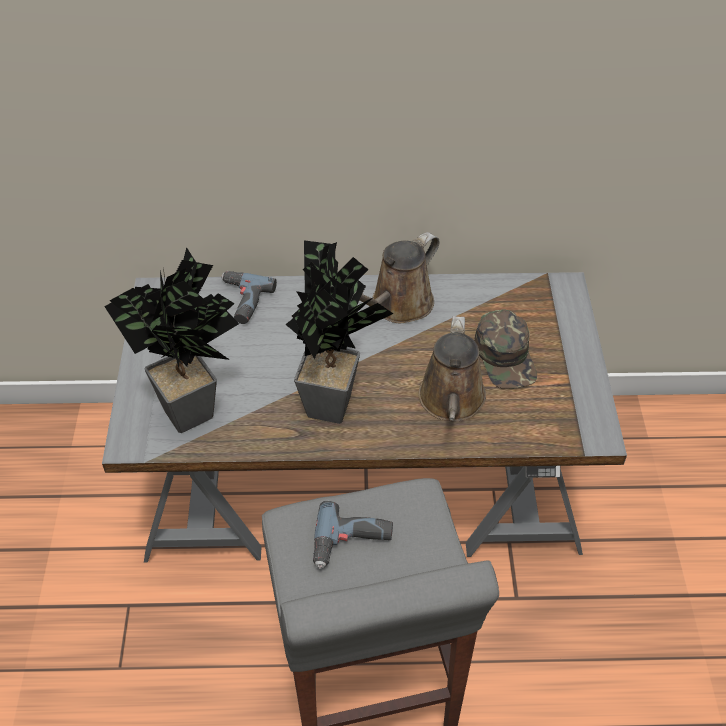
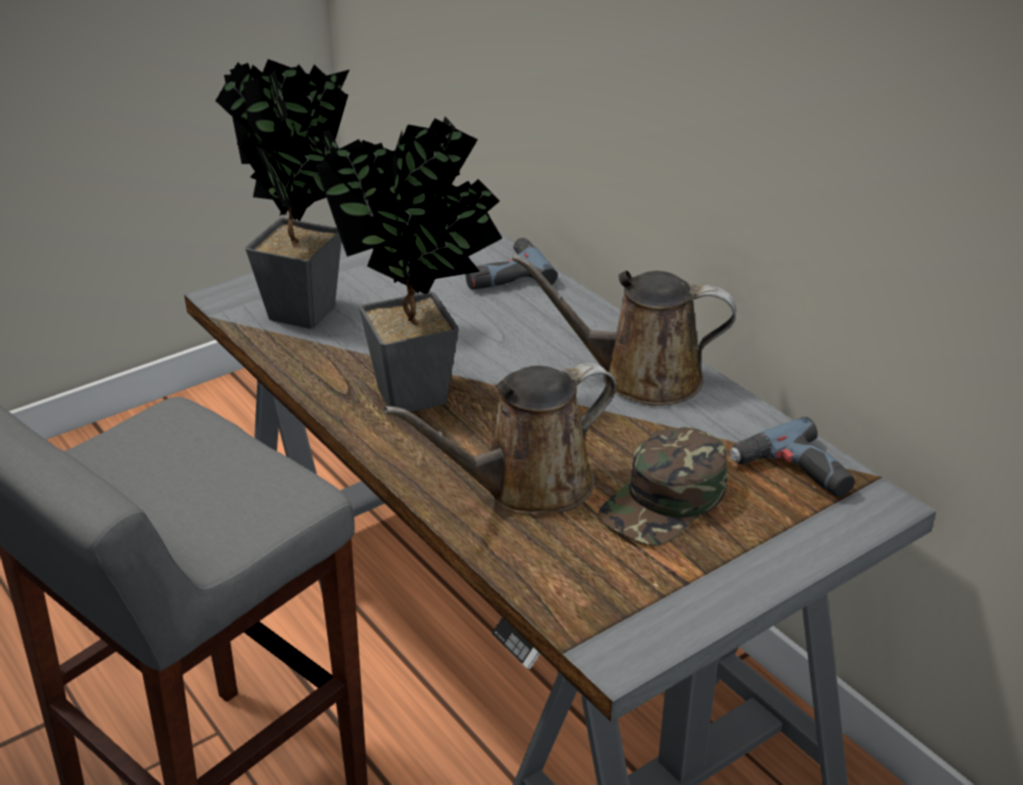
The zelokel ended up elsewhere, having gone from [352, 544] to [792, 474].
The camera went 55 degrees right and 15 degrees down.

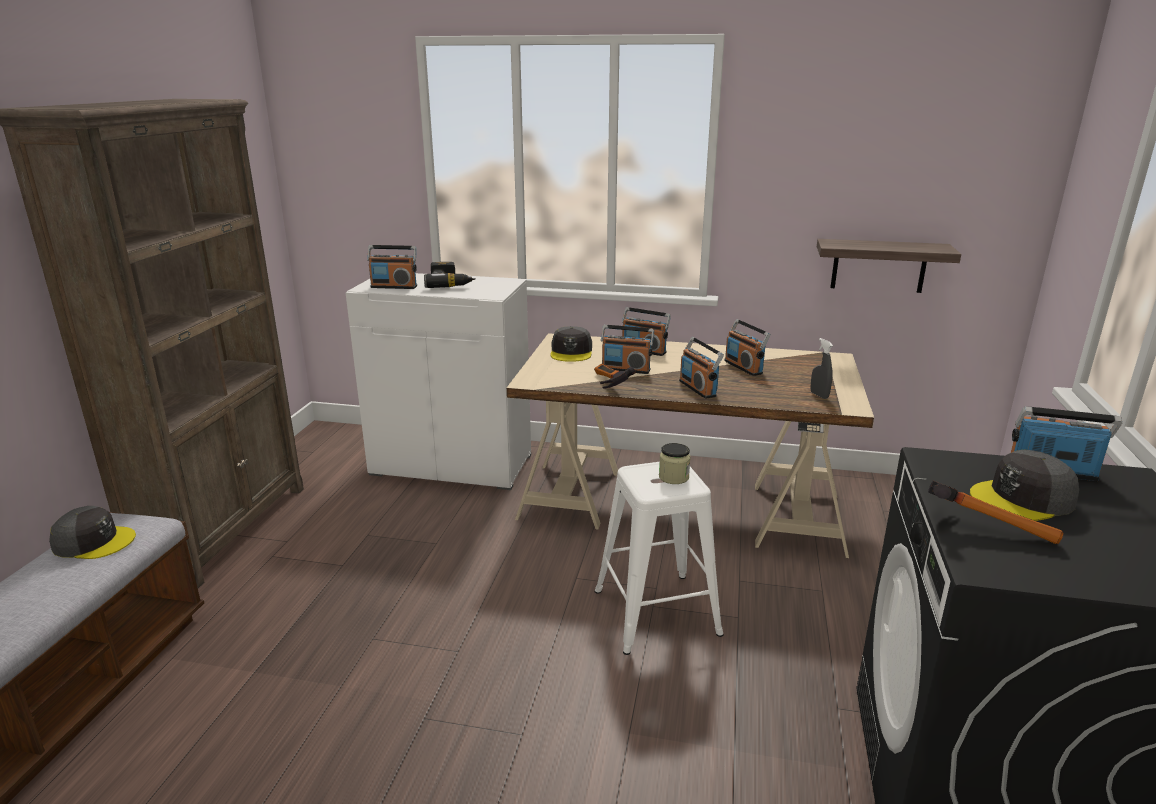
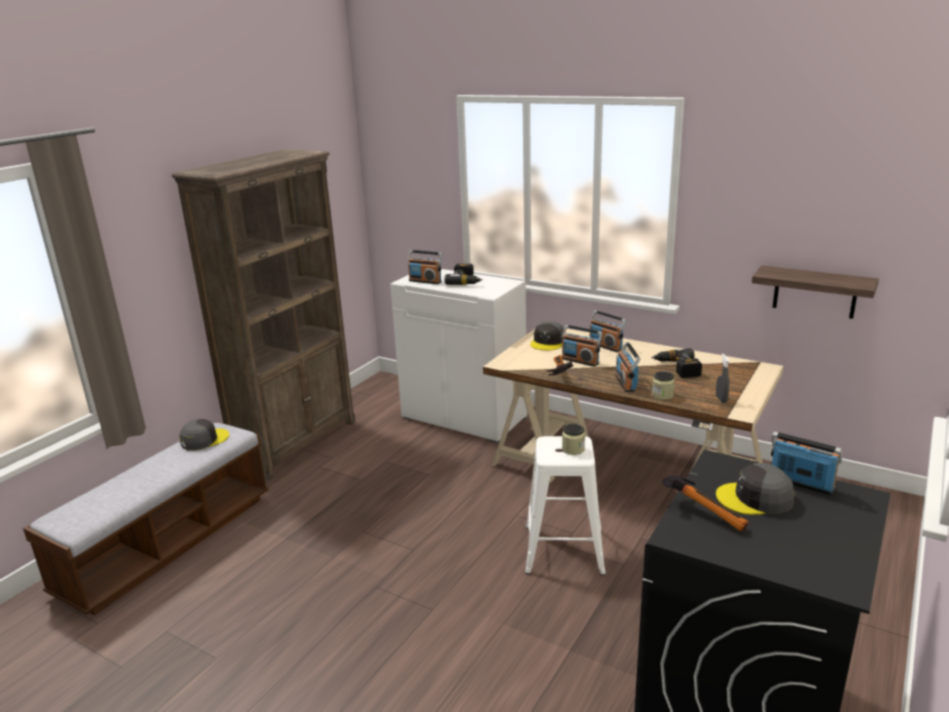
The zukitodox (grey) at [94, 542] ended up facing another way, 60 degrees counterclockwise from before.
Where the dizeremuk stood at [743, 367], the zelokel came to stand at [677, 368].
The second view gained the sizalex at [662, 395].
The camera went 20 degrees right and 0 degrees up.

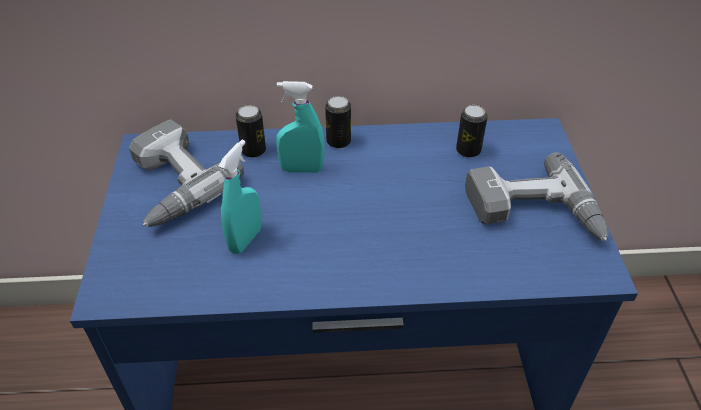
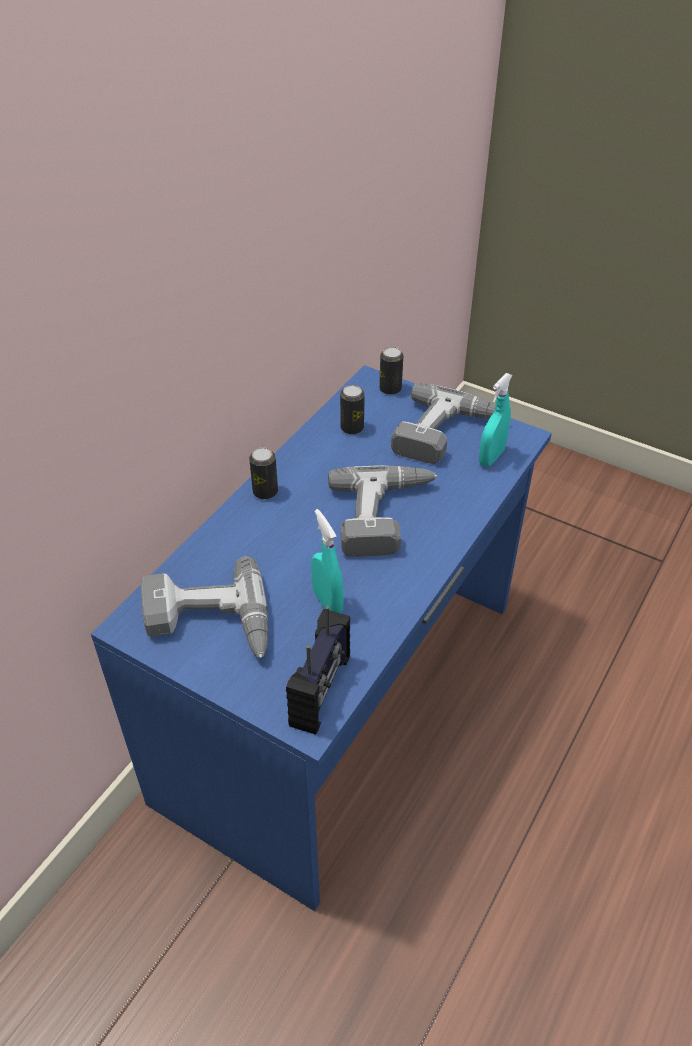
The second view gained the dizeremuk at [321, 691].
The second view gained the zelokel at [386, 516].
The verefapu ended up elsewhere, having gone from [253, 150] to [390, 389].
The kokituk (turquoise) ended up elsewhere, having gone from [302, 169] to [491, 457].
The camera went 55 degrees left and 0 degrees up.

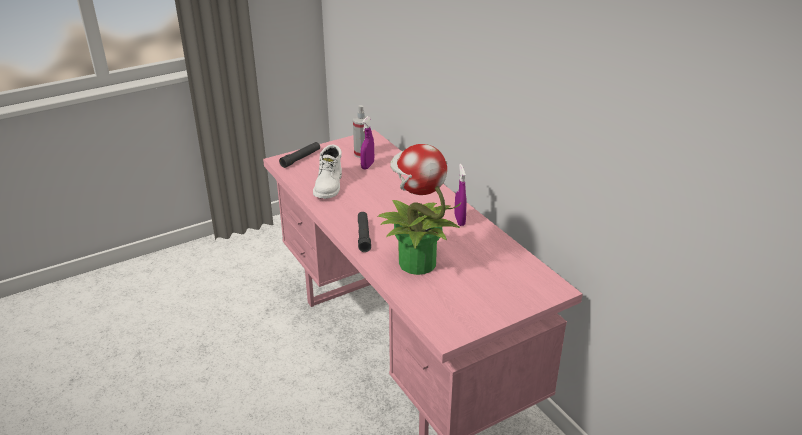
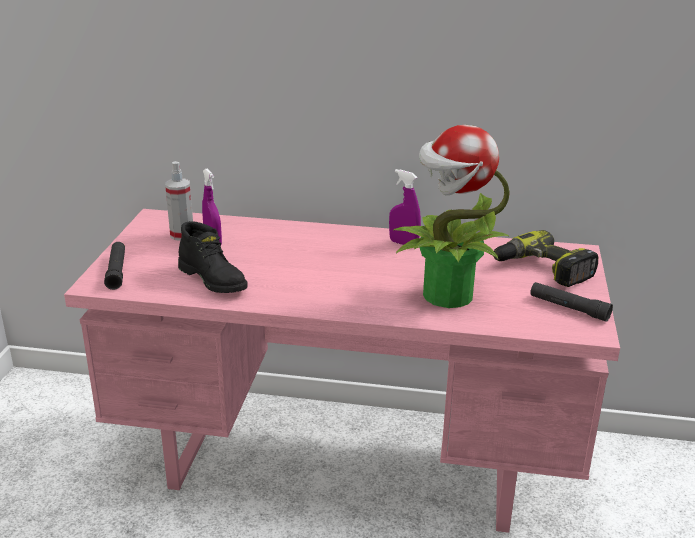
What was the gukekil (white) at [329, 186] turned into the gukekil (black) at [214, 279].
The second view gained the zelokel at [542, 270].
The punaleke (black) ended up elsewhere, having gone from [363, 235] to [568, 308].
The camera went 50 degrees left and 5 degrees down.

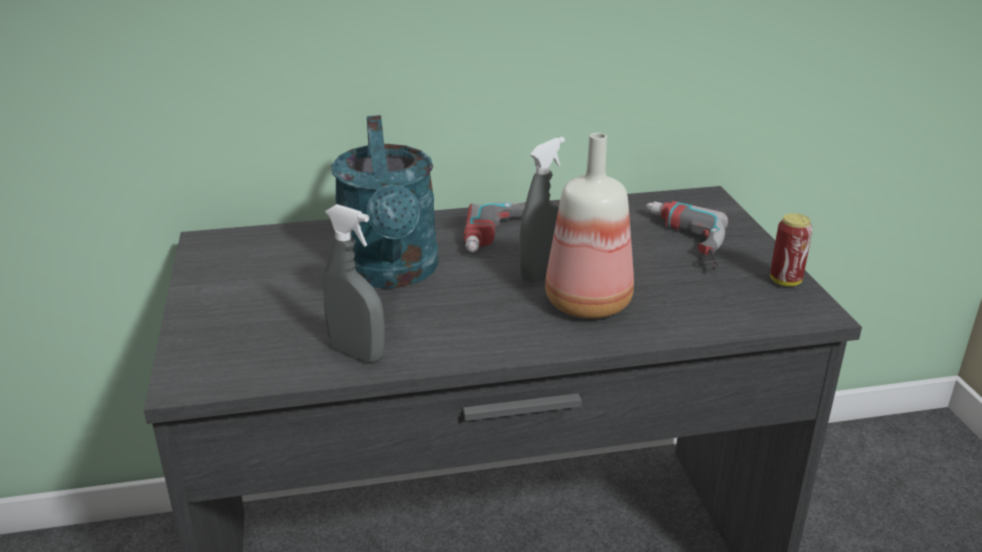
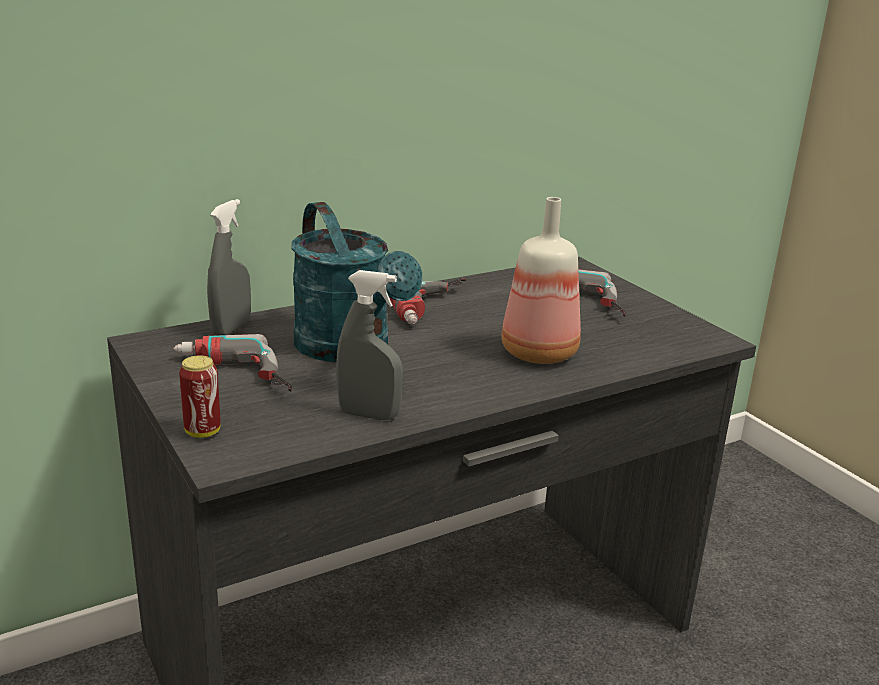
The second view gained the zelokel at [231, 376].
The verefapu ended up elsewhere, having gone from [785, 281] to [202, 432].
The kokituk (grey) ended up elsewhere, having gone from [542, 273] to [231, 328].
The camera went 20 degrees left and 5 degrees down.

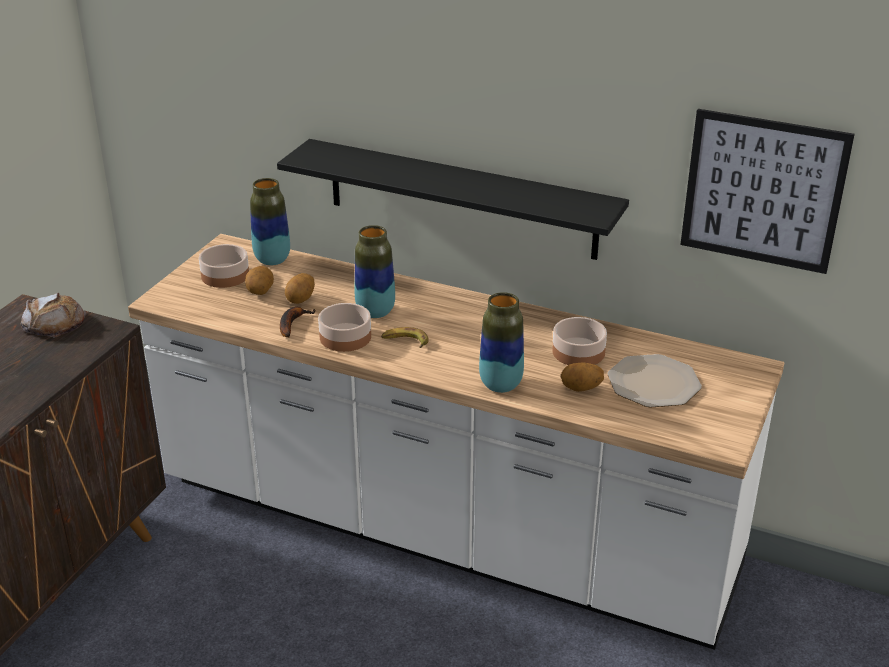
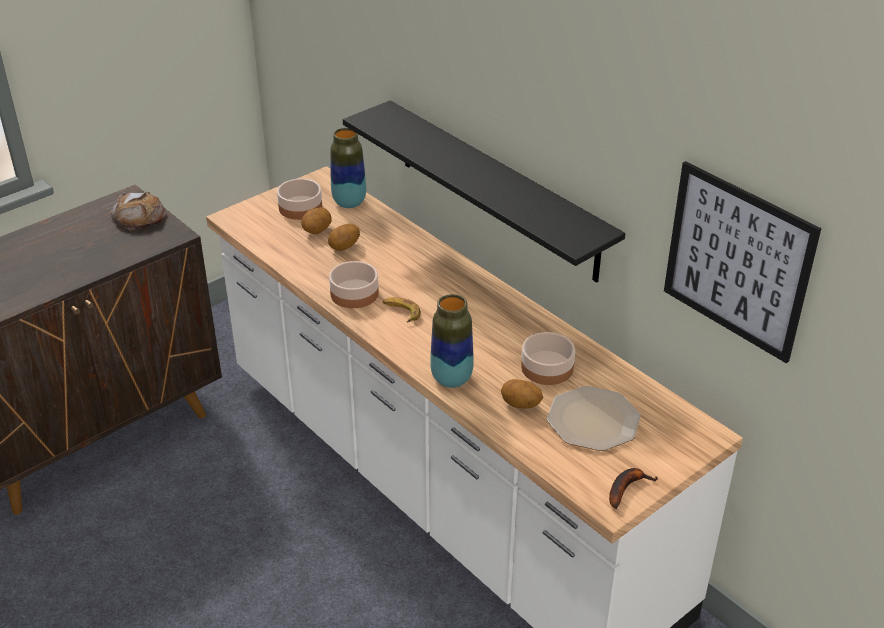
The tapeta ended up elsewhere, having gone from [292, 324] to [626, 488].
The second view lost the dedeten at [375, 312].
The camera went 25 degrees right and 5 degrees up.

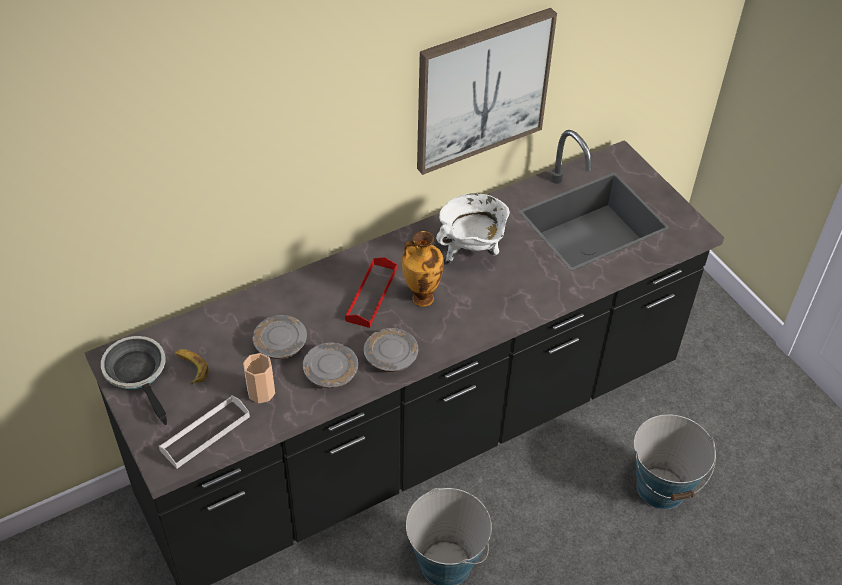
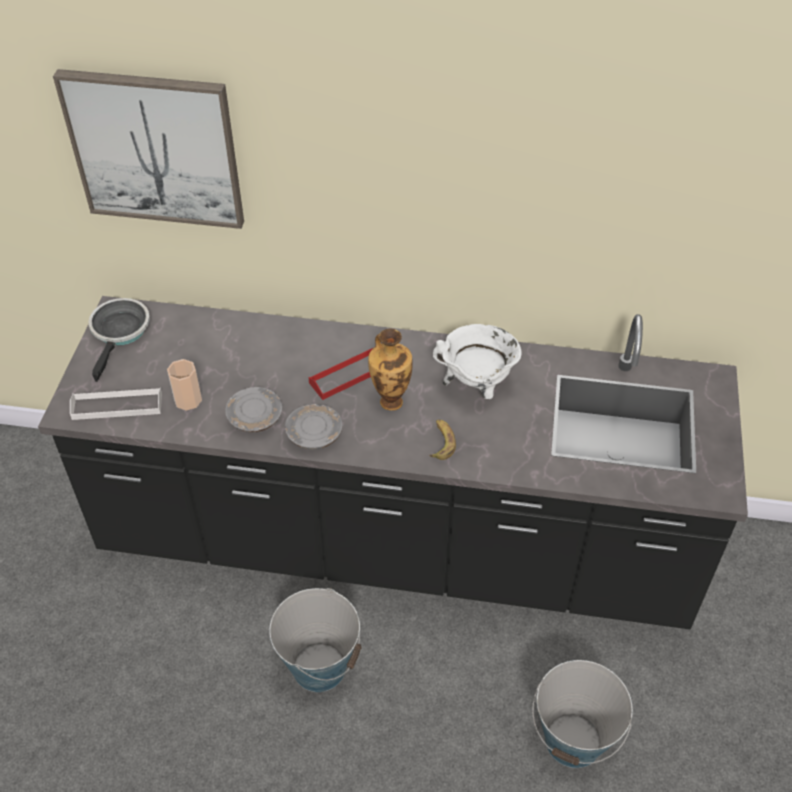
The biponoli ended up elsewhere, having gone from [482, 90] to [155, 149].
The tapeta ended up elsewhere, having gone from [190, 368] to [441, 442].
The second view lost the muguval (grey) at [280, 344].
The camera went 40 degrees right and 0 degrees up.

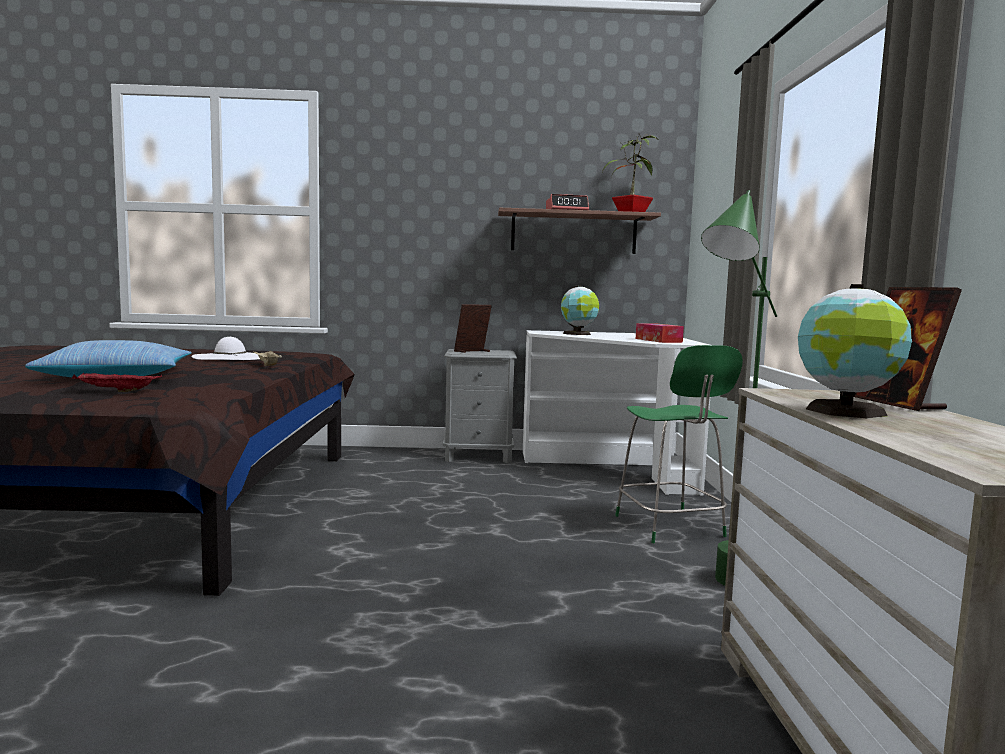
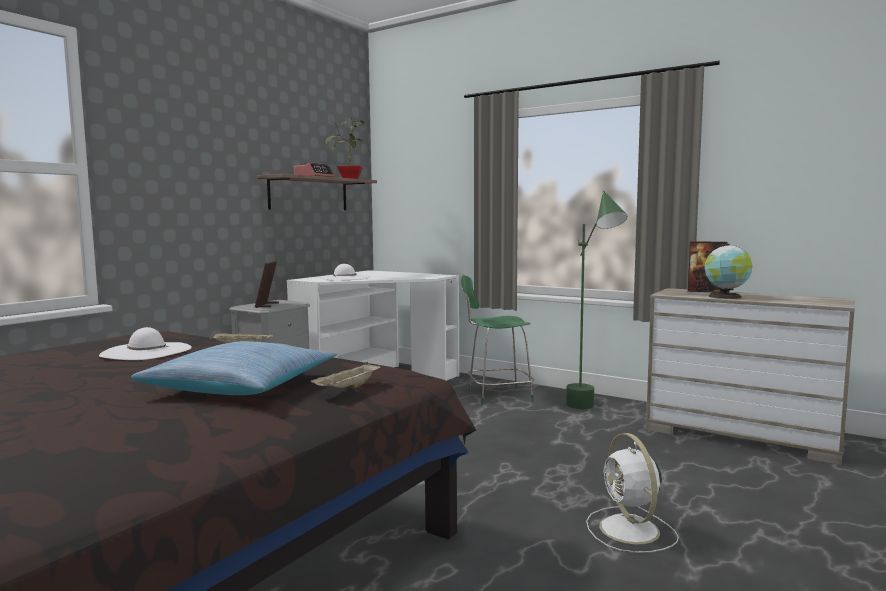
What was the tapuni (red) at [115, 391] turned into the tapuni (beige) at [348, 389].
Where the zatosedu stood at [578, 334], the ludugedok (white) came to stand at [345, 278].
The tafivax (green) at [670, 527] ended up facing another way, 150 degrees clockwise from before.
The second view gained the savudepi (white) at [630, 531].
The second view lost the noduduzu at [658, 340].
The camera went 55 degrees left and 0 degrees up.

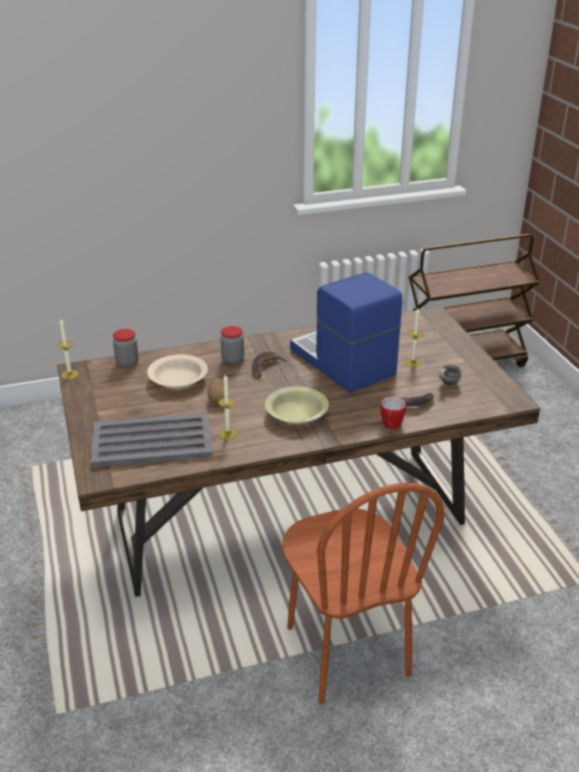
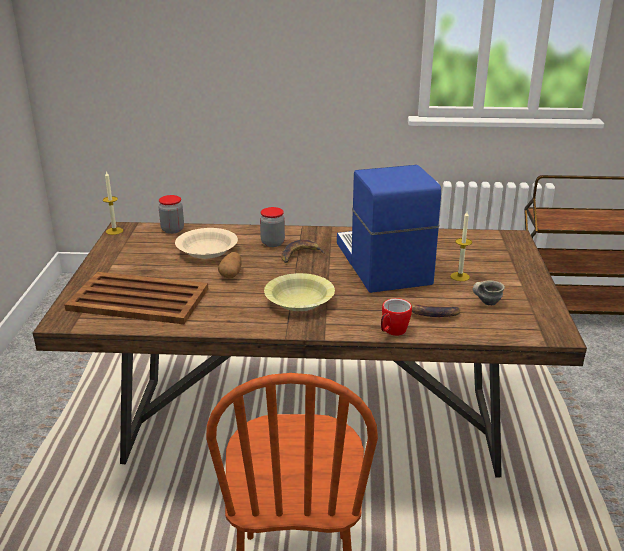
What was the tapuni (grey) at [153, 442] turned into the tapuni (brown) at [139, 300].
The second view lost the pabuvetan at [228, 434].
The camera went 20 degrees right and 5 degrees down.

